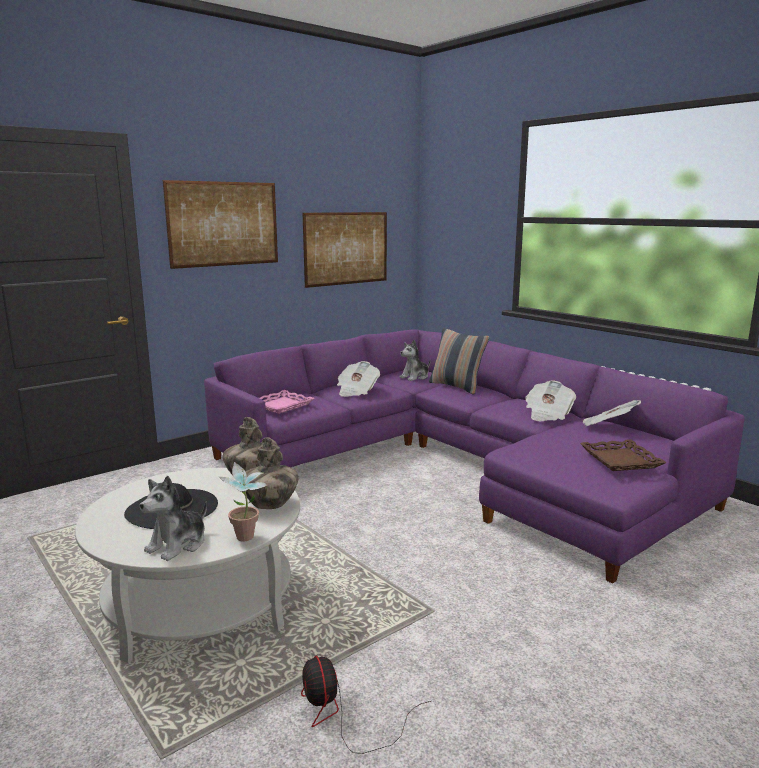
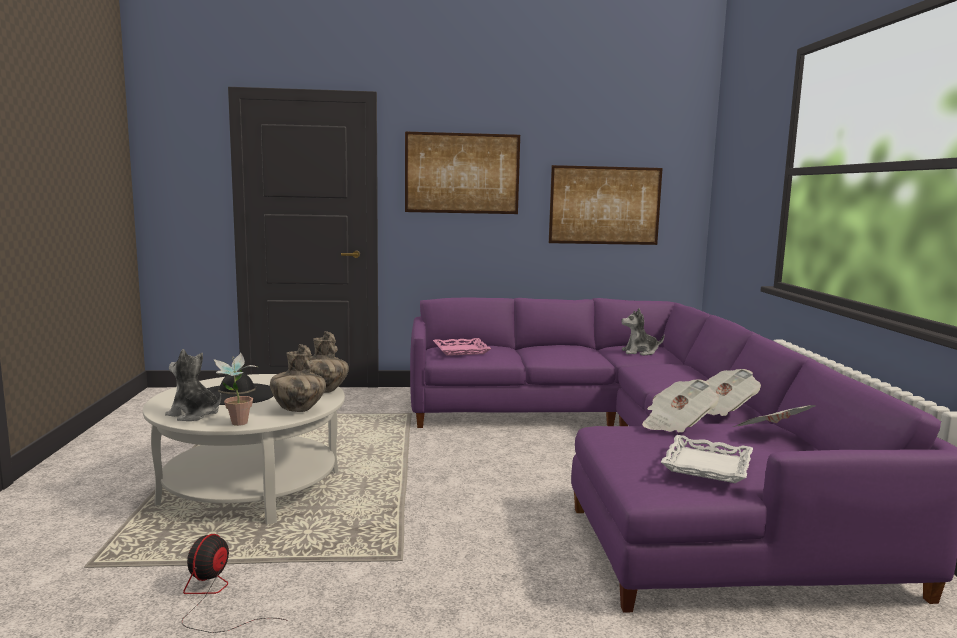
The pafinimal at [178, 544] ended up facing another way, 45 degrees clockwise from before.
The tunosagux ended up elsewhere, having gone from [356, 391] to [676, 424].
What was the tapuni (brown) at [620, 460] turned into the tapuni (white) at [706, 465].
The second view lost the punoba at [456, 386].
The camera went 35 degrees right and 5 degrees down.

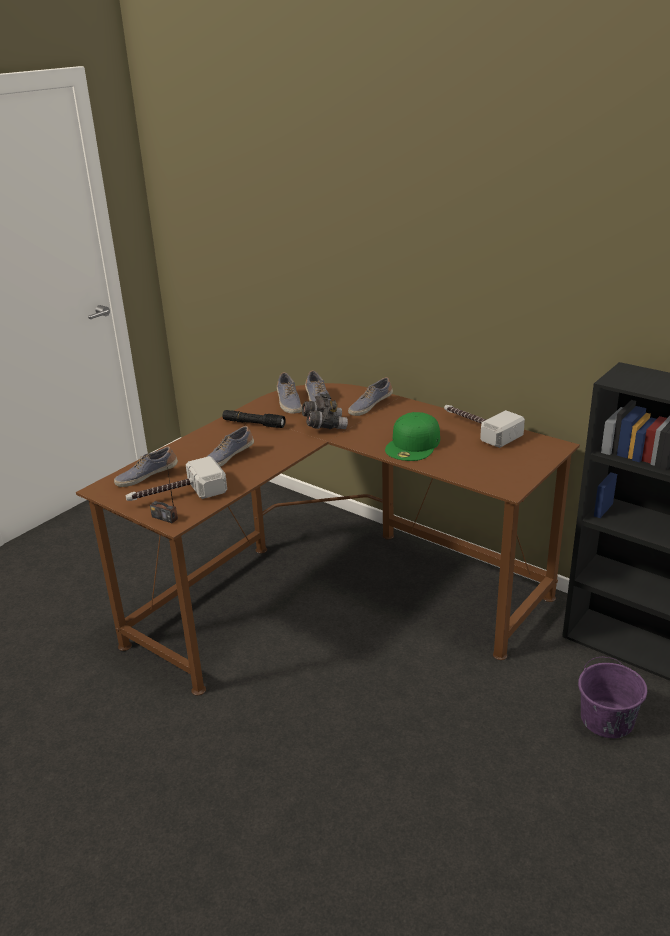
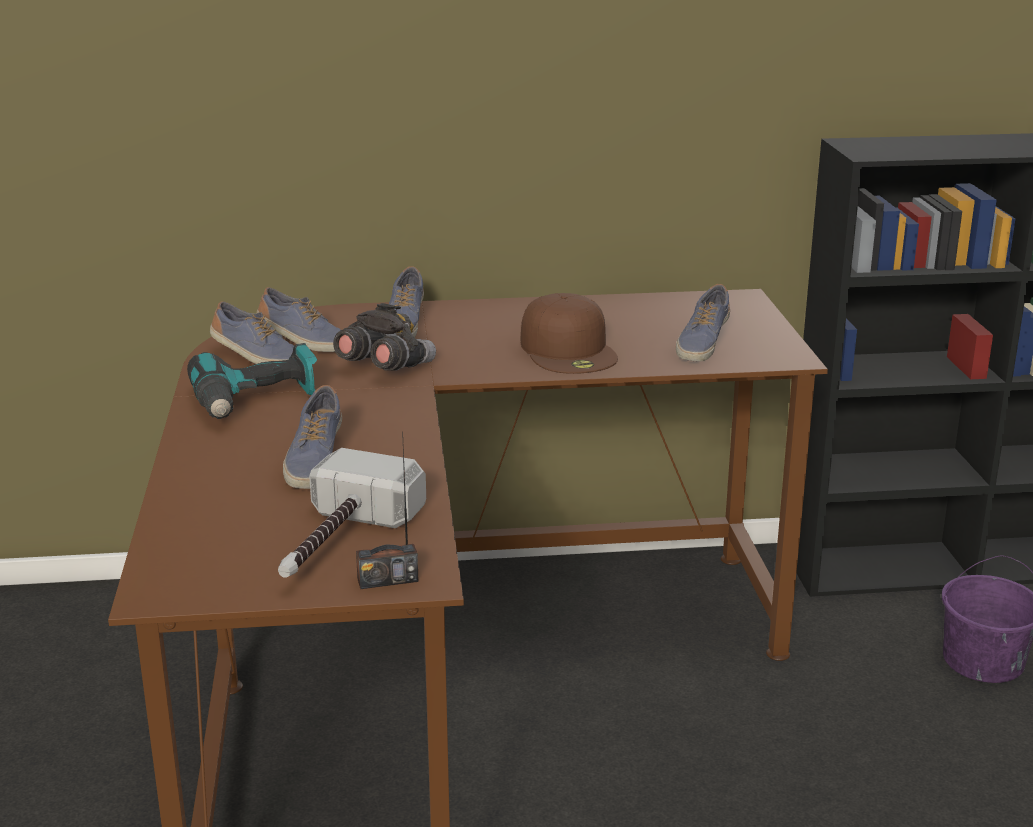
Where the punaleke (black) stood at [253, 424], the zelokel came to stand at [256, 402].
What was the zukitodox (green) at [413, 445] turned into the zukitodox (brown) at [569, 350].
The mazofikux ended up elsewhere, having gone from [146, 477] to [702, 343].
The second view lost the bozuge at [478, 429].
The camera went 45 degrees left and 5 degrees down.

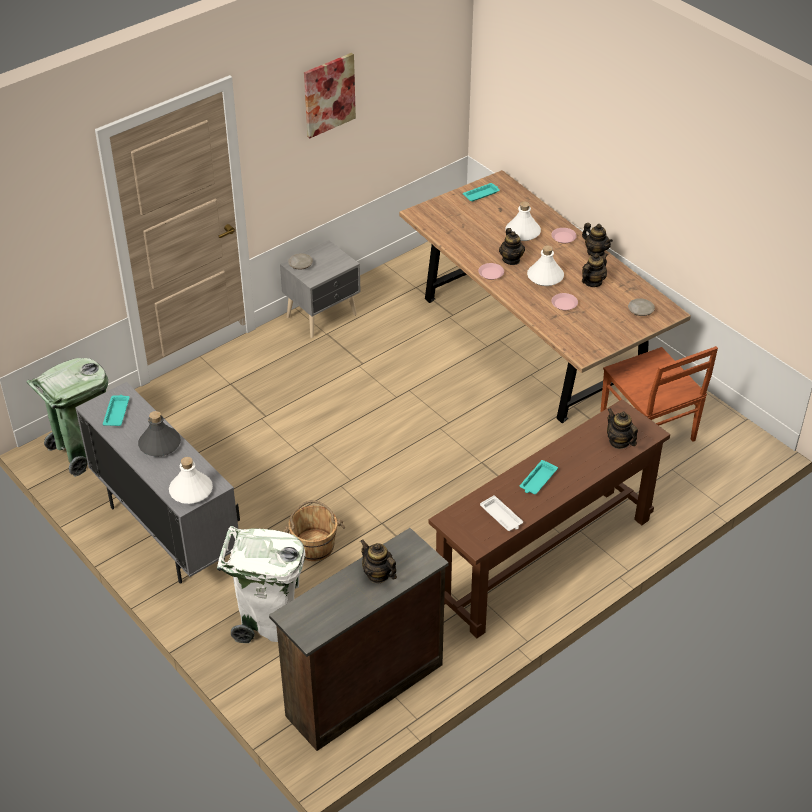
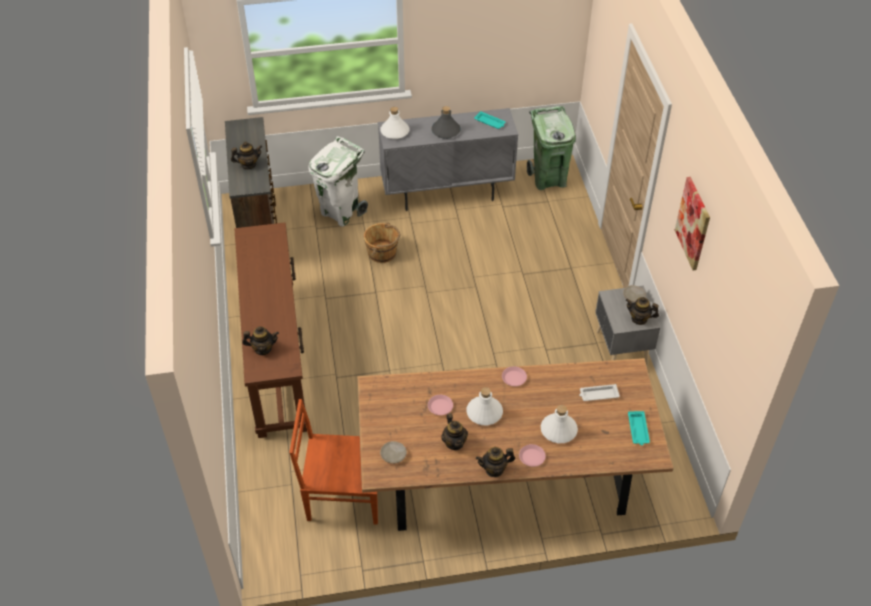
The tapuni (white) ended up elsewhere, having gone from [501, 516] to [598, 394].
The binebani ended up elsewhere, having gone from [511, 260] to [639, 319].
The second view lost the tapuni (turquoise) at [537, 480].
The camera went 120 degrees right and 5 degrees up.

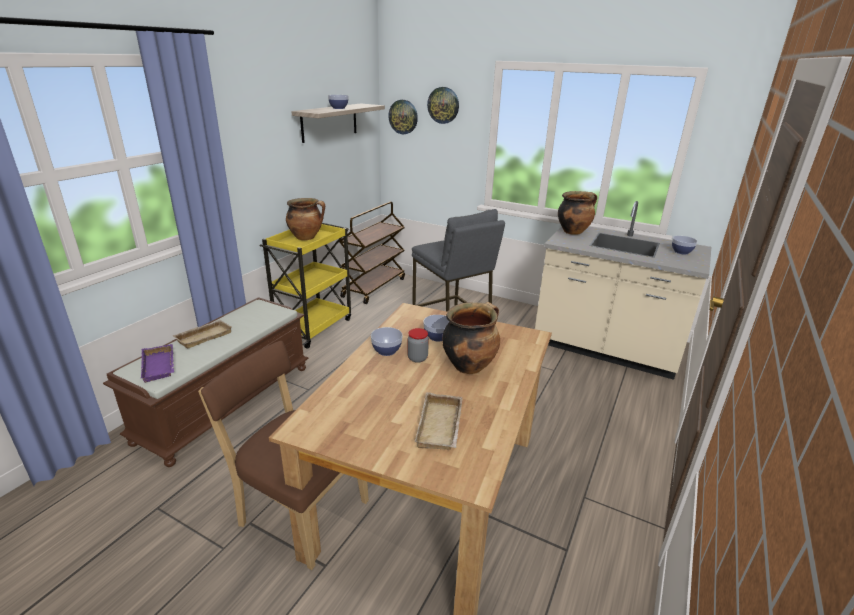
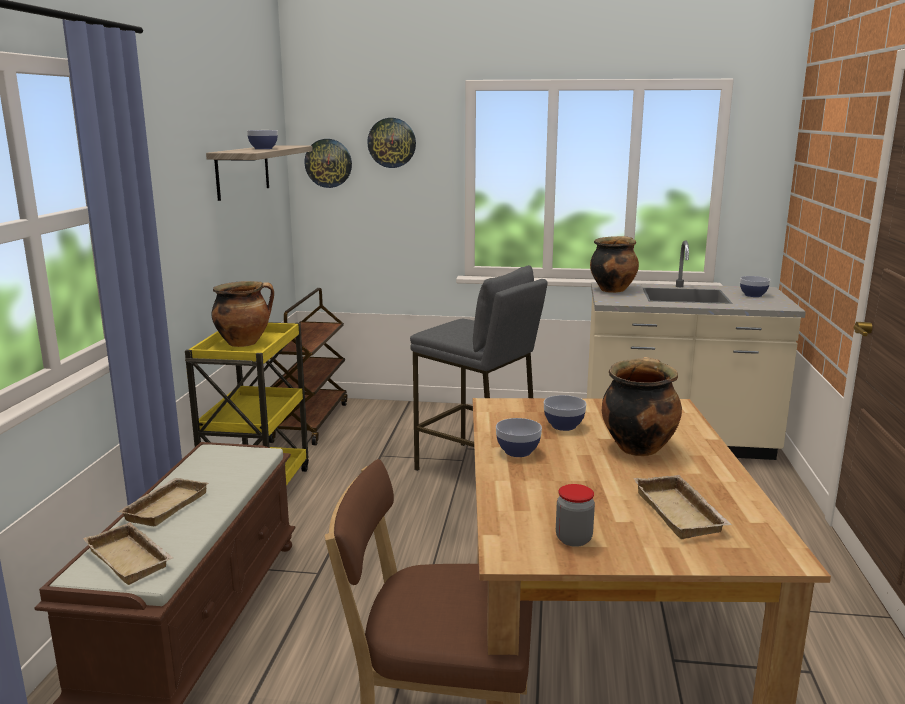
What was the tapuni (purple) at [160, 366] turned into the tapuni (beige) at [132, 559].
The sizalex ended up elsewhere, having gone from [417, 358] to [573, 539].
The camera went 20 degrees left and 10 degrees down.

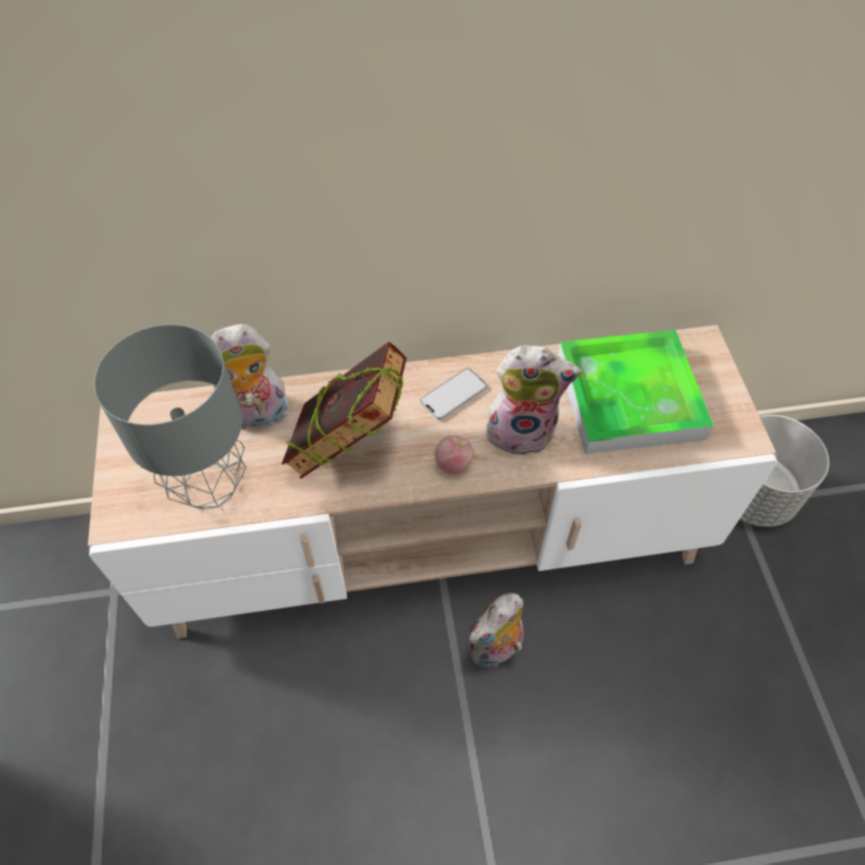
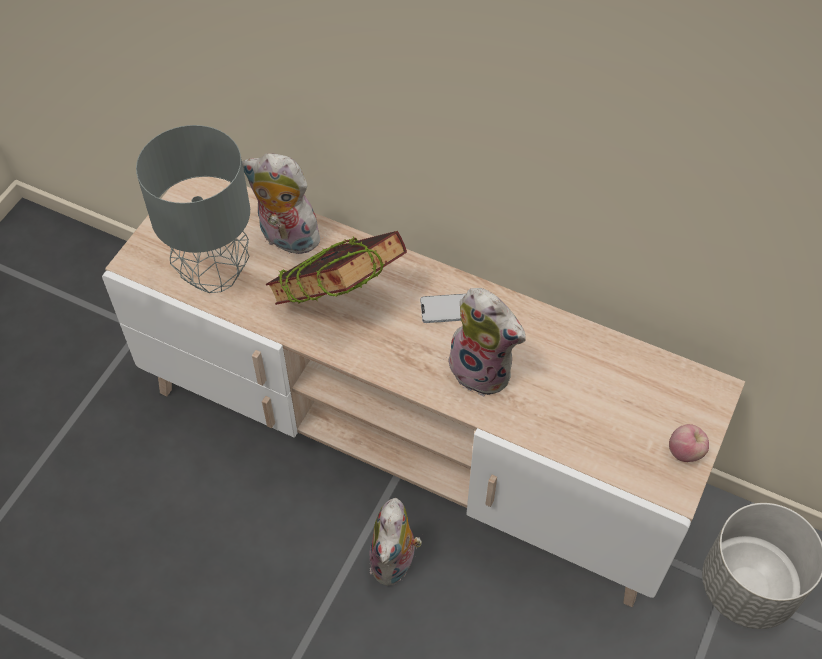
The pafinimal at [496, 650] ended up facing another way, 75 degrees counterclockwise from before.
The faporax ended up elsewhere, having gone from [453, 463] to [685, 452].
The second view lost the tapuni at [629, 397].
The camera went 35 degrees right and 0 degrees up.

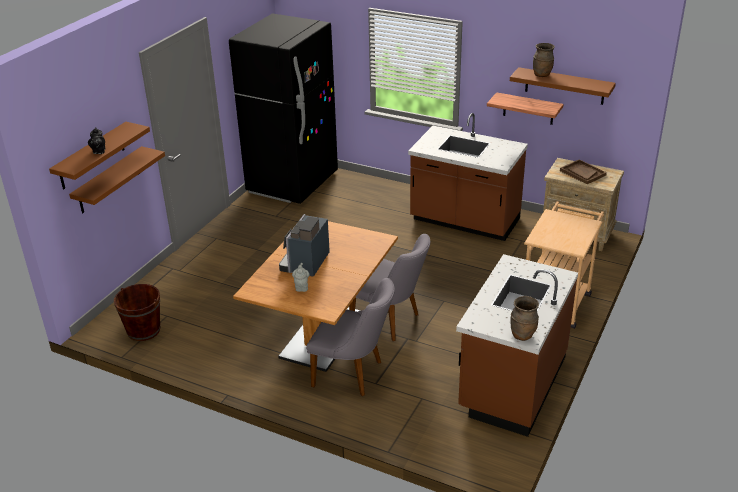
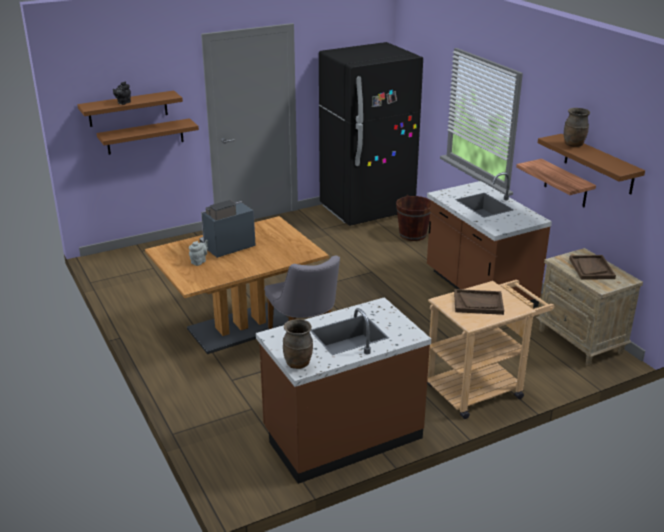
The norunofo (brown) ended up elsewhere, having gone from [143, 331] to [412, 235].
The second view gained the tapuni (brown) at [478, 303].
The second view lost the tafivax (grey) at [354, 374].
The camera went 35 degrees right and 5 degrees down.

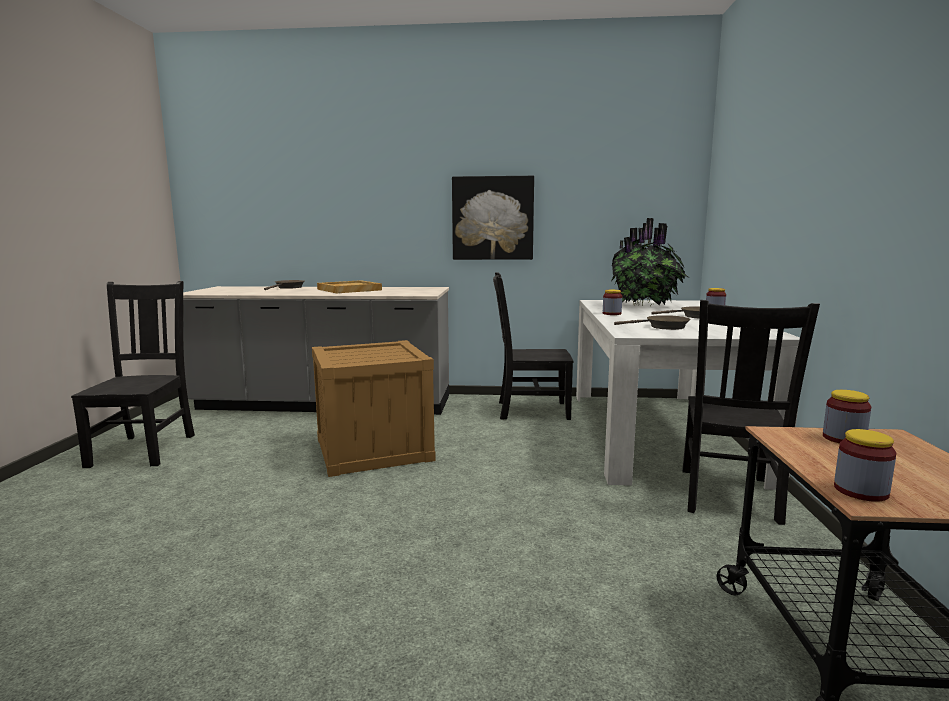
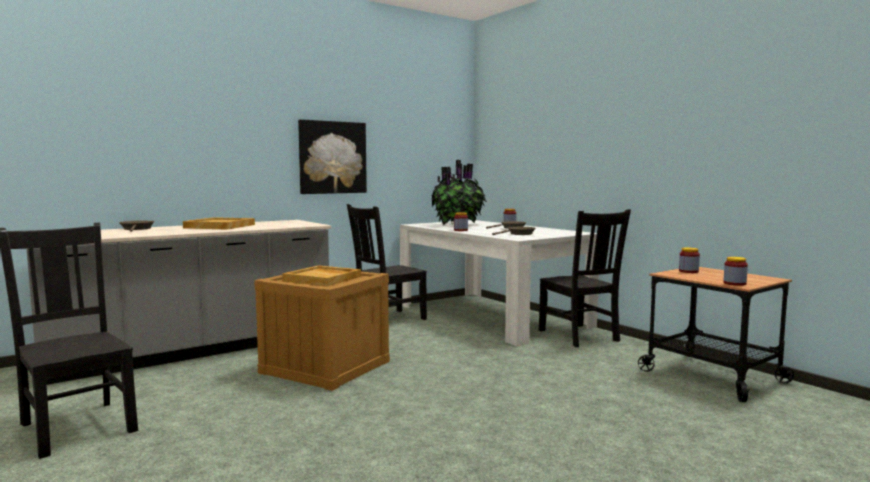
The second view gained the tapuni (beige) at [323, 278].
The camera went 40 degrees left and 5 degrees down.

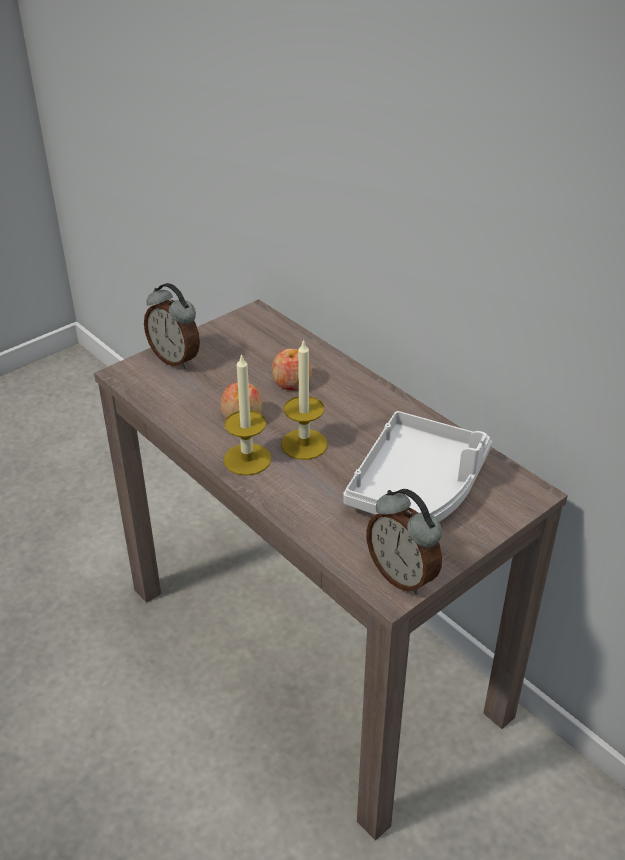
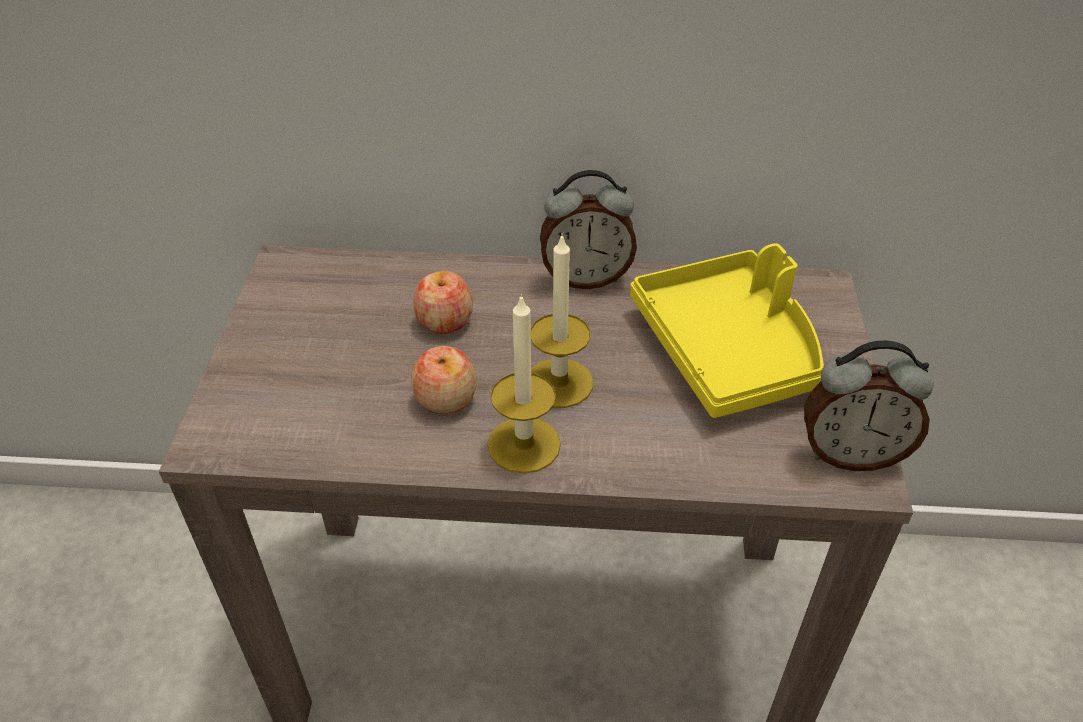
The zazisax ended up elsewhere, having gone from [176, 359] to [586, 278].
What was the tapuni (white) at [418, 486] turned into the tapuni (yellow) at [728, 349].
The camera went 45 degrees left and 5 degrees up.

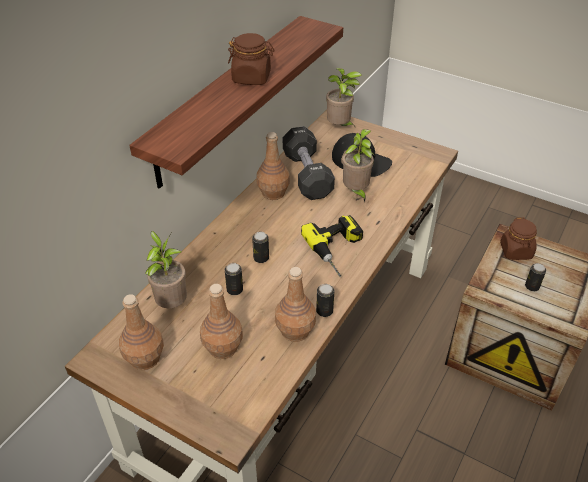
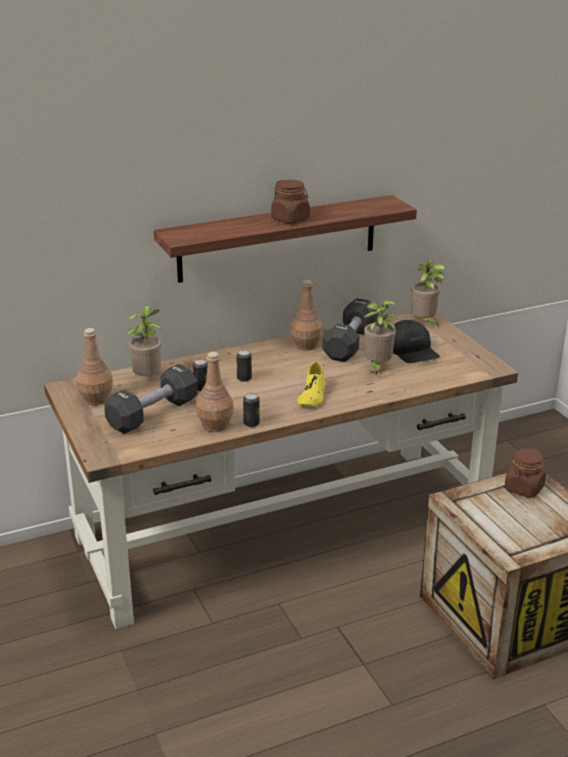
Where the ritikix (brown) stood at [223, 348], the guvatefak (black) came to stand at [153, 414].
Where the zelokel stood at [339, 250], the mazofikux (yellow) came to stand at [312, 395].
The second view lost the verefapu at [532, 286].
The camera went 35 degrees right and 15 degrees down.

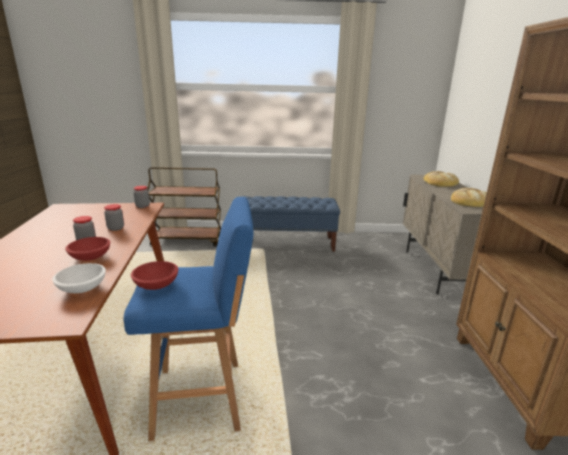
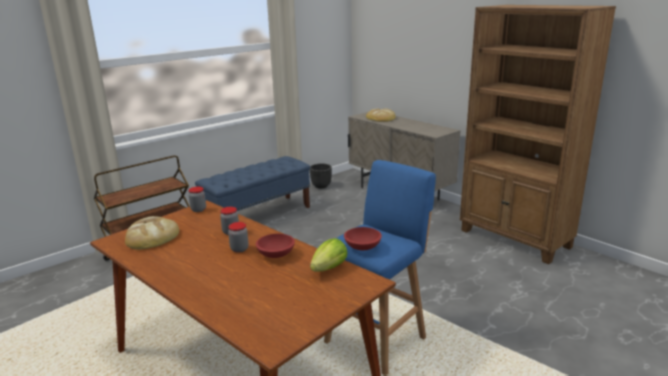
The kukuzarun ended up elsewhere, having gone from [470, 201] to [152, 236].
The second view gained the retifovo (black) at [321, 186].
Where the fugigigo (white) stood at [83, 288], the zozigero came to stand at [329, 268].
The camera went 40 degrees left and 0 degrees up.

